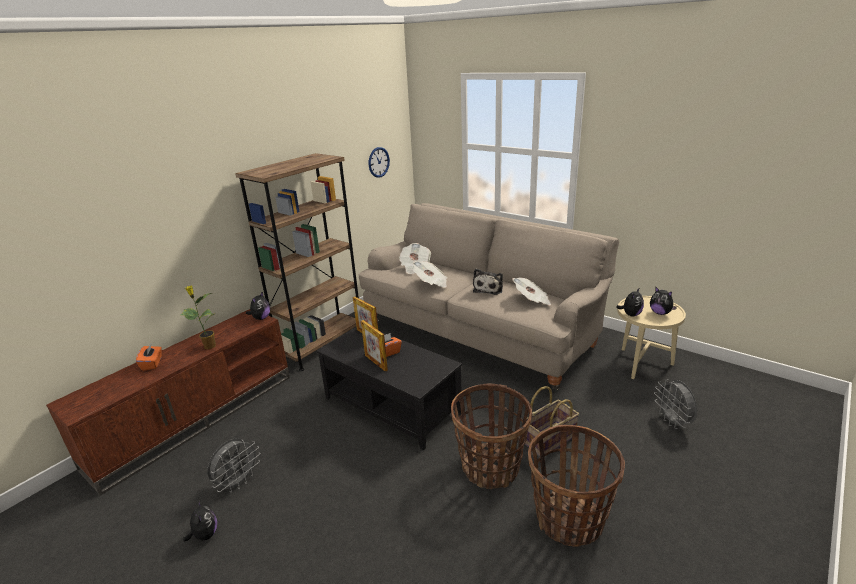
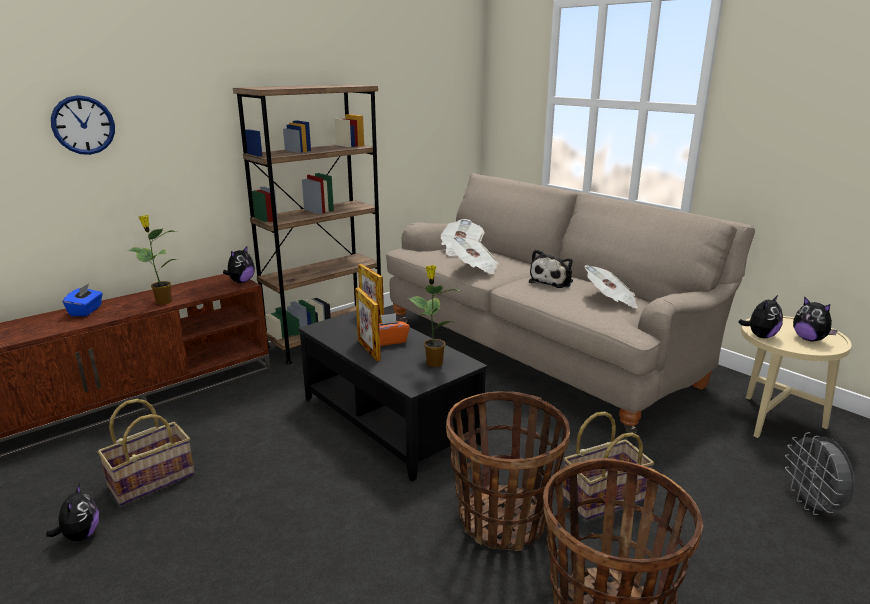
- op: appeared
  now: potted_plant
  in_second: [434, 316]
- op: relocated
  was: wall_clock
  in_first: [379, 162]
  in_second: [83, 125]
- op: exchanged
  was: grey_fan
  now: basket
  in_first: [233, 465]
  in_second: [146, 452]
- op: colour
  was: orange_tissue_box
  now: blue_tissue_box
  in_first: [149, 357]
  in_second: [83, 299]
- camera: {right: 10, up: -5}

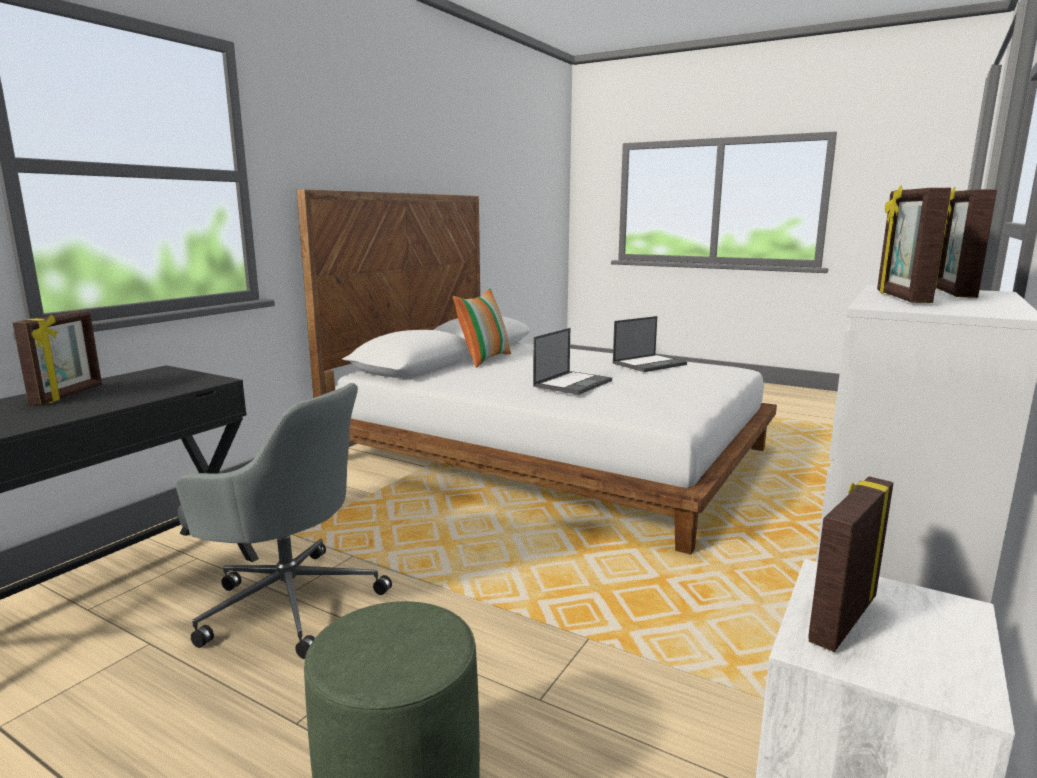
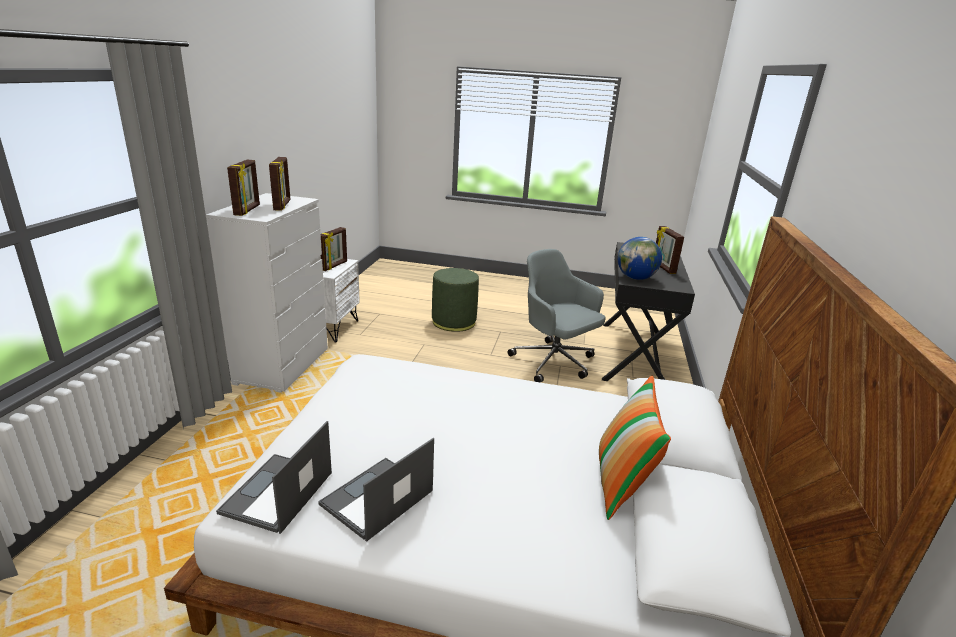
- op: appeared
  now: globe
  in_second: [640, 258]
- op: relocated
  was: laptop
  in_first: [572, 361]
  in_second: [274, 477]
- op: spun
  was: grey_office_chair
  in_first: [284, 521]
  in_second: [557, 315]
  clockwise: 45
- camera: {right: 160, up: 10}

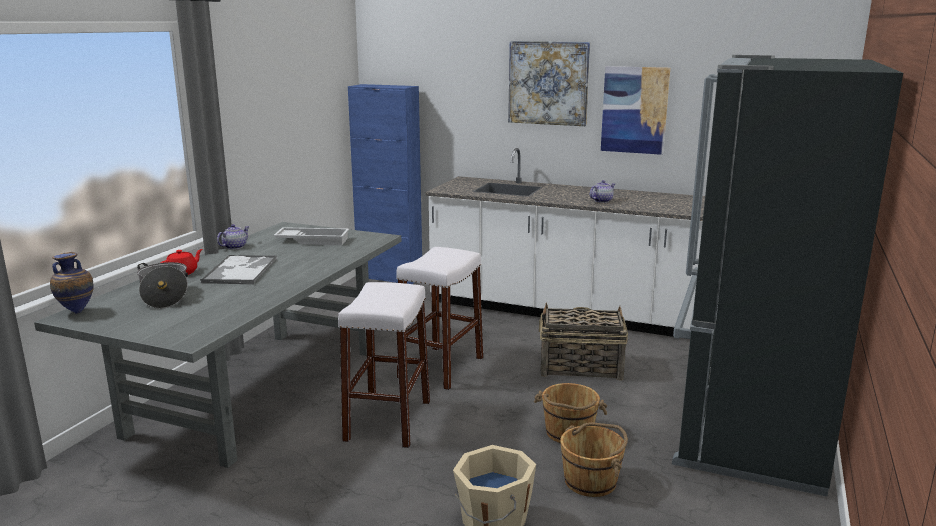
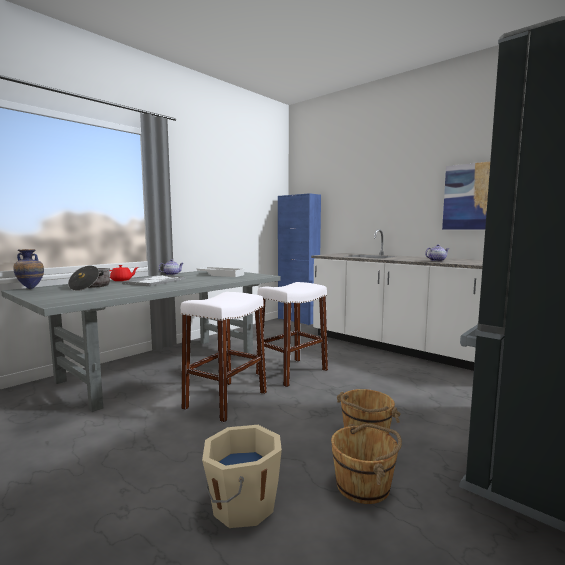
- op: missing
  was: picture
  in_first: [549, 83]
- op: missing
  was: basket
  in_first: [583, 342]
- camera: {right: 20, up: -10}

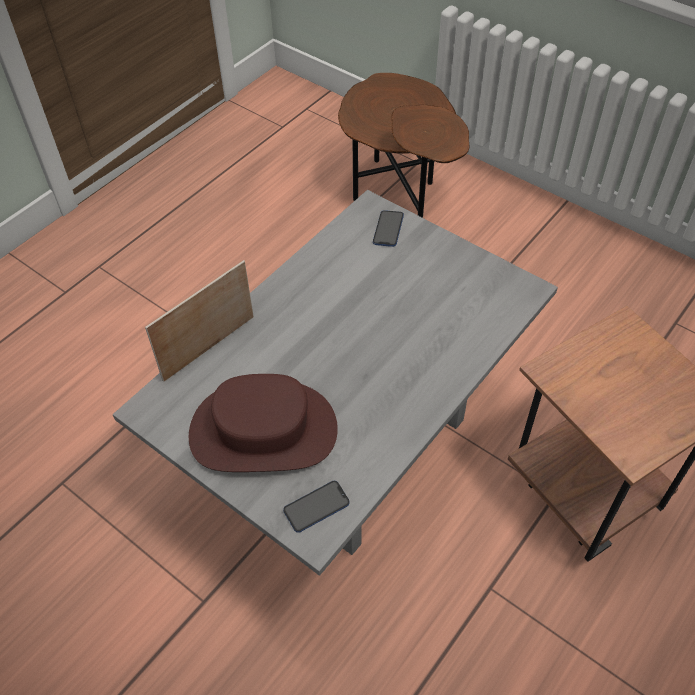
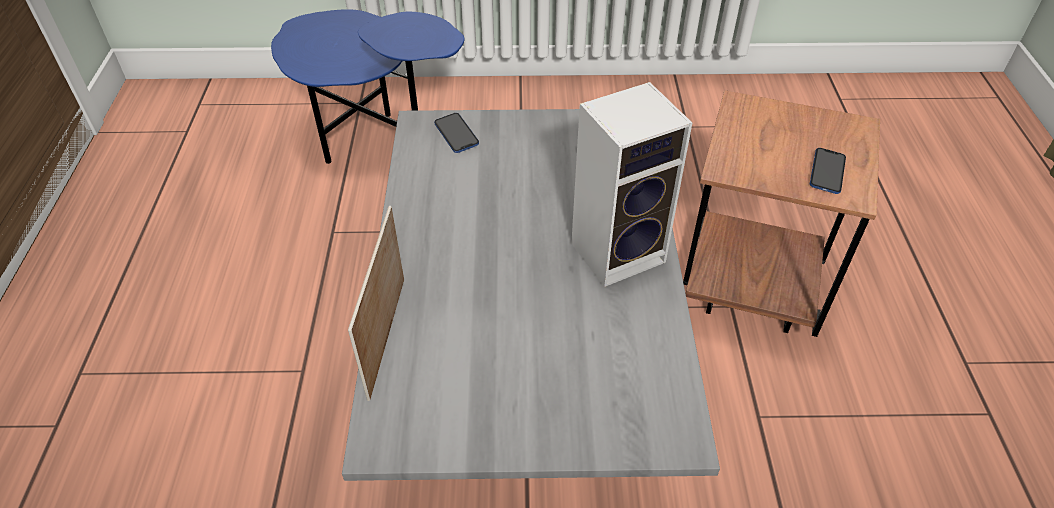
- op: missing
  was: brown_hat
  in_first: [263, 423]
- op: appeared
  now: speaker
  in_second: [631, 184]
- op: relocated
  was: phone
  in_first: [316, 507]
  in_second: [828, 171]
- op: colour
  was: brown_side_table
  now: blue_side_table
  in_first: [403, 145]
  in_second: [367, 87]
- camera: {right: -40, up: -5}

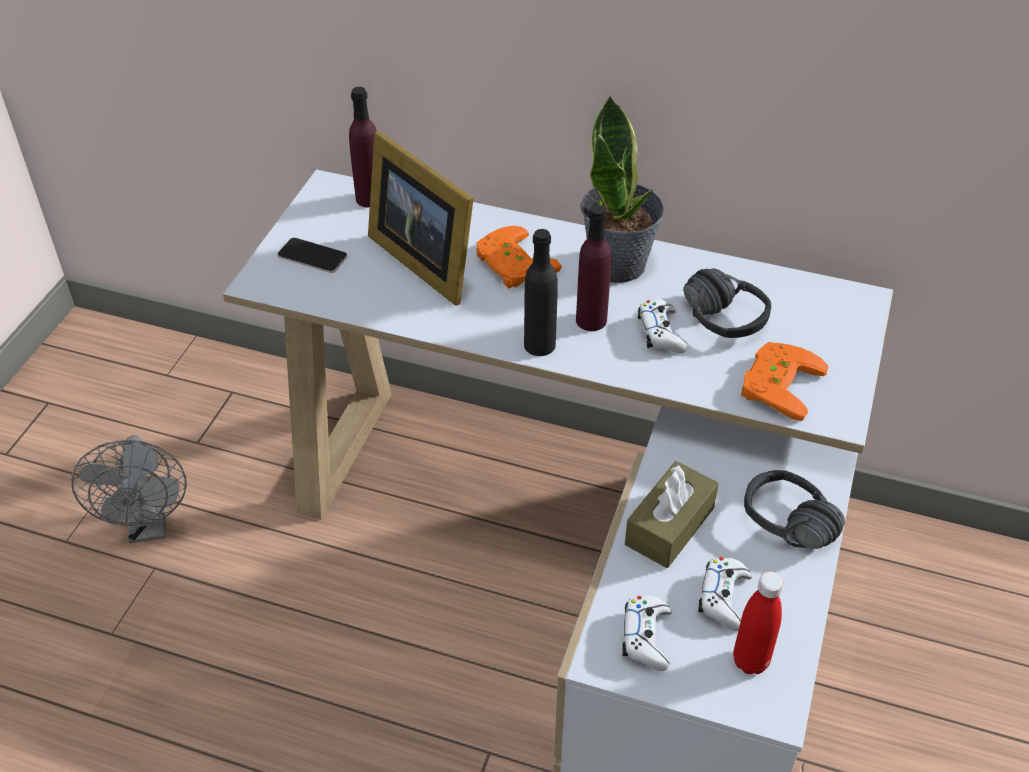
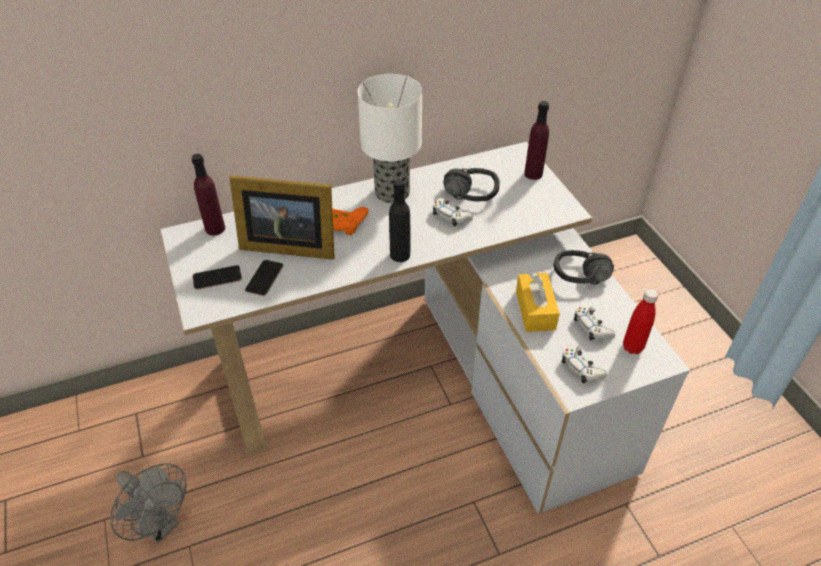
- op: missing
  was: orange_game_controller
  in_first: [784, 381]
- op: appeared
  now: phone
  in_second: [264, 278]
- op: relocated
  was: purple_bottle
  in_first: [593, 268]
  in_second: [536, 140]
- op: exchanged
  was: potted_plant
  now: table_lamp
  in_first: [622, 189]
  in_second: [390, 139]
- op: colour
  was: brown_tissue_box
  now: yellow_tissue_box
  in_first: [672, 514]
  in_second: [538, 302]
- camera: {right: -40, up: 0}

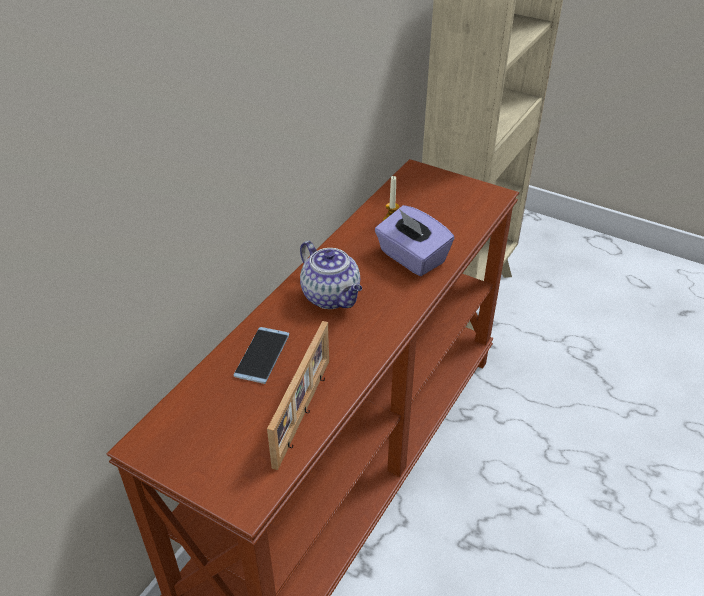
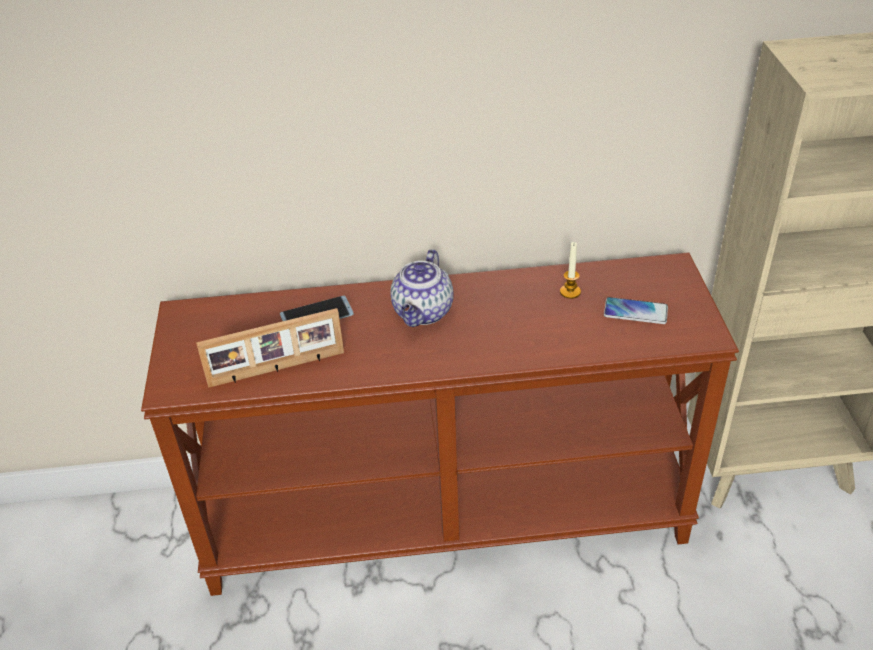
- op: missing
  was: purple_tissue_box
  in_first: [414, 240]
- op: appeared
  now: phone
  in_second: [636, 310]
- camera: {right: 55, up: 0}

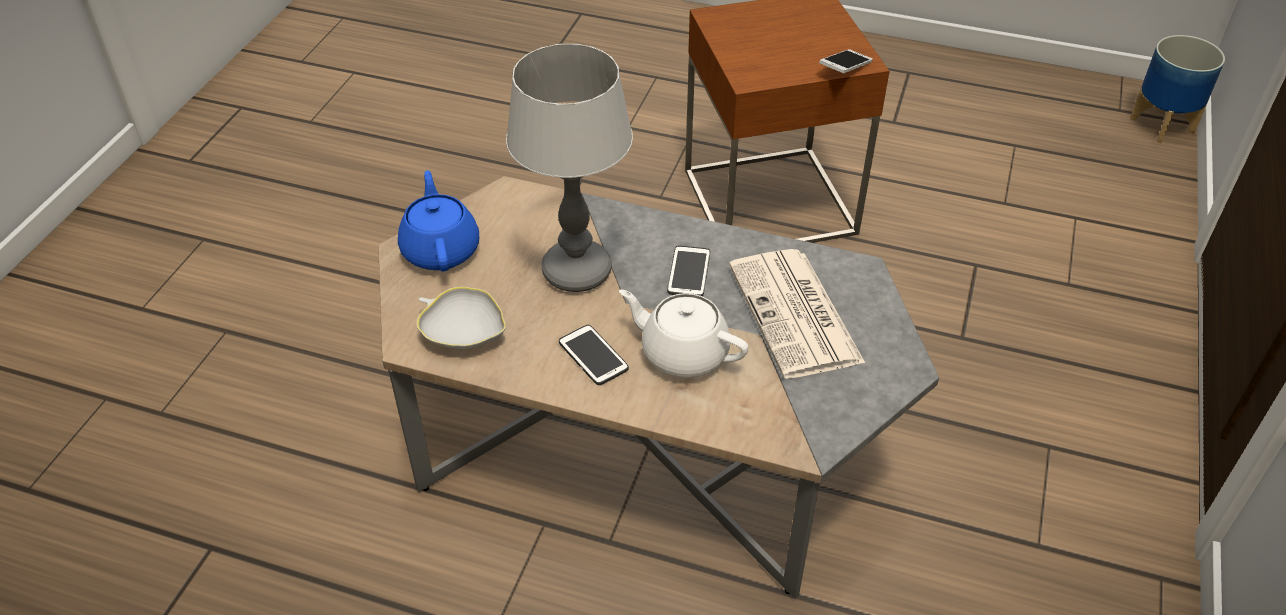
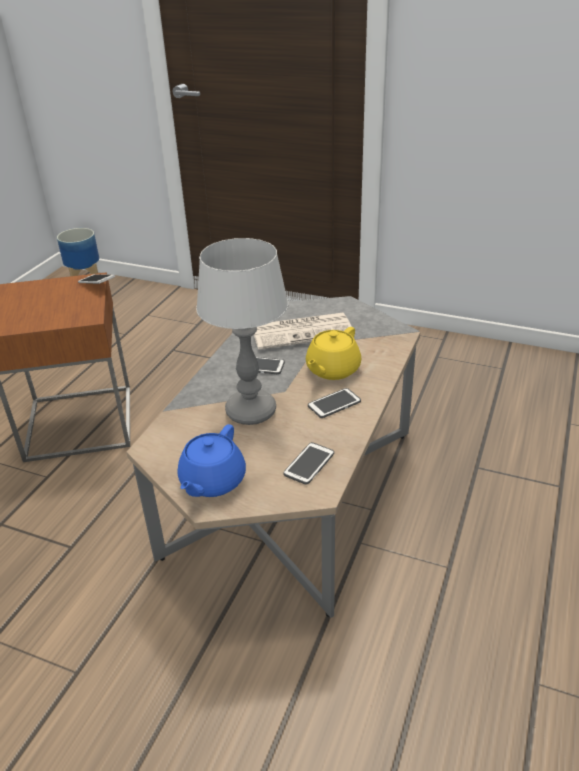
- op: exchanged
  was: white_bowl
  now: phone
  in_first: [461, 318]
  in_second: [308, 463]
- op: colour
  was: white_teapot
  now: yellow_teapot
  in_first: [684, 334]
  in_second: [333, 353]
- op: spun
  was: blue_teapot
  in_first: [438, 220]
  in_second: [211, 460]
  clockwise: -60
- camera: {right: -85, up: -10}

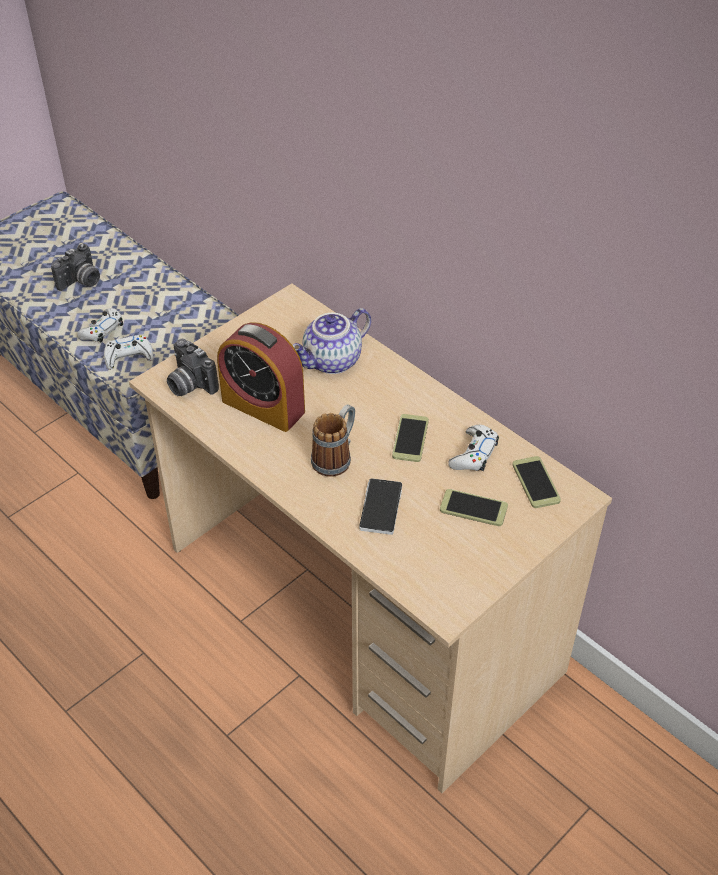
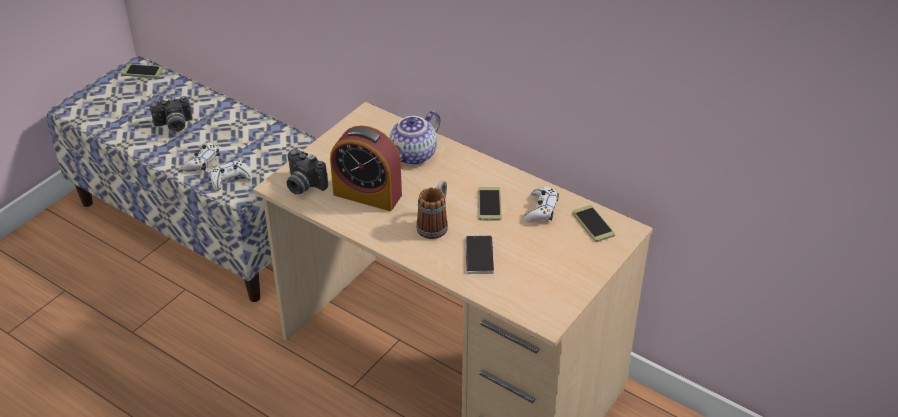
- op: relocated
  was: phone
  in_first: [474, 507]
  in_second: [143, 71]
- op: spun
  was: photo_camera
  in_first: [75, 267]
  in_second: [171, 114]
  clockwise: 45
- camera: {right: -10, up: -5}

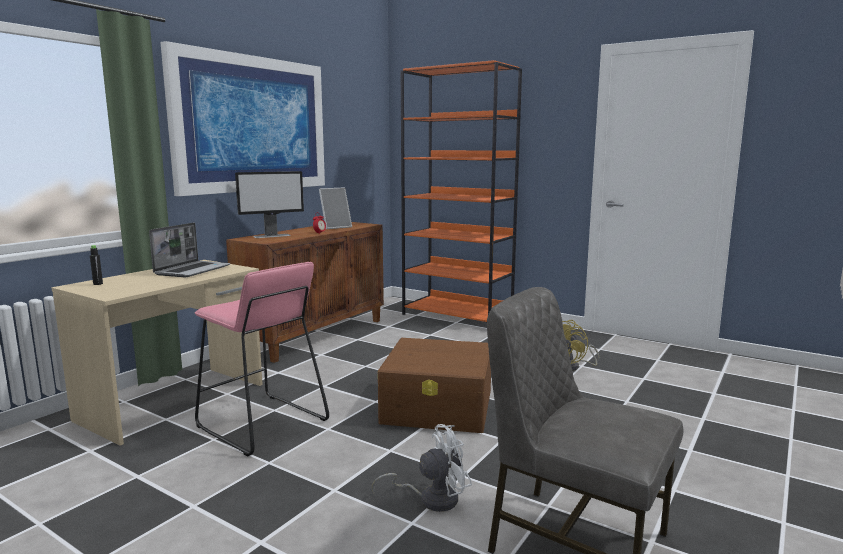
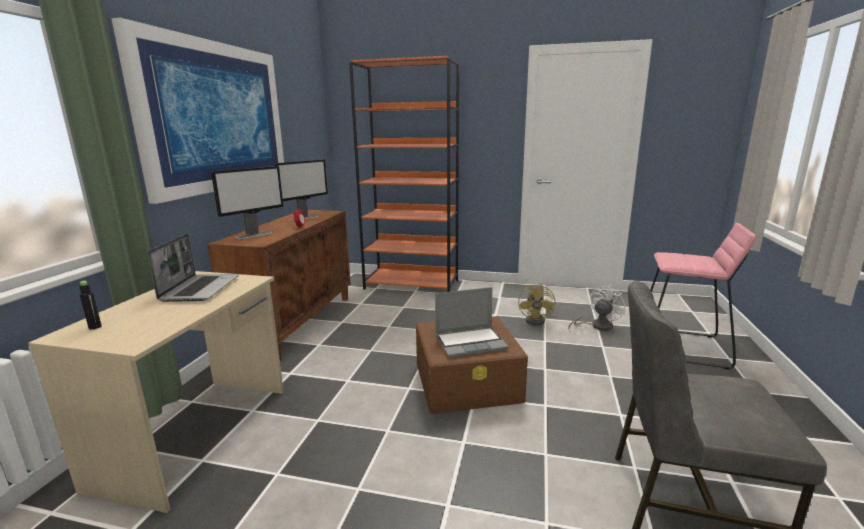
- op: appeared
  now: laptop
  in_second: [472, 322]
- op: relocated
  was: pink_stool
  in_first: [262, 359]
  in_second: [703, 296]
- op: relocated
  was: white_fan
  in_first: [422, 468]
  in_second: [596, 308]
- op: exchanged
  was: picture_frame
  now: monitor
  in_first: [335, 208]
  in_second: [301, 190]
- camera: {right: -20, up: 5}

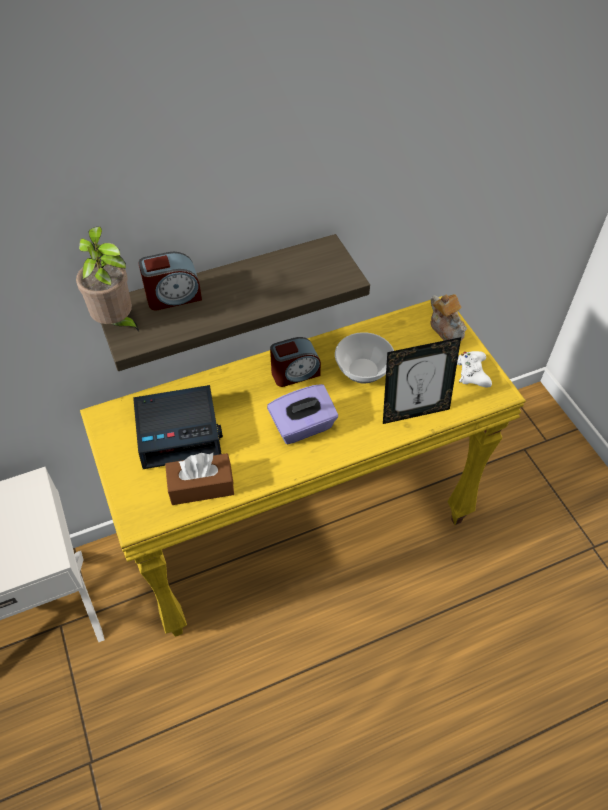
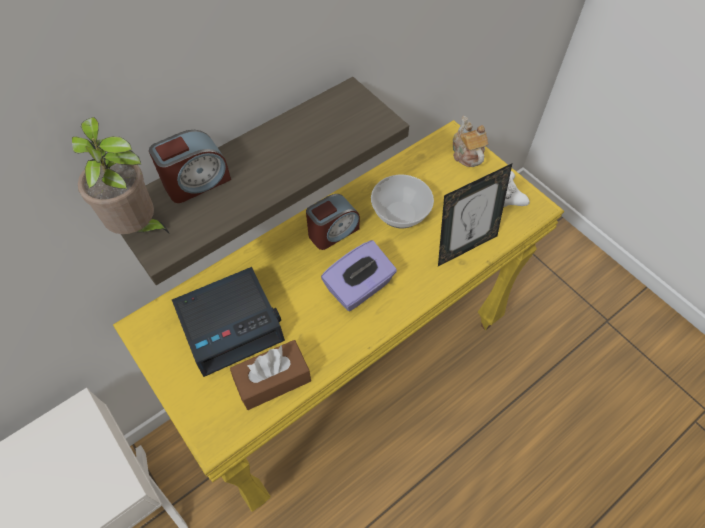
- op: spun
  was: teapot
  in_first: [448, 317]
  in_second: [471, 141]
  clockwise: -150
- camera: {right: -15, up: 5}

